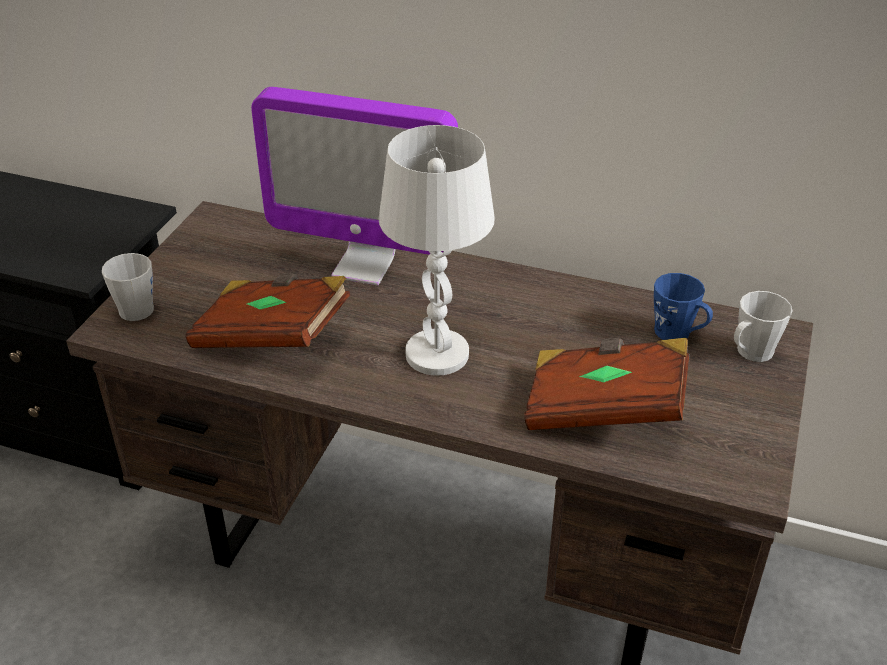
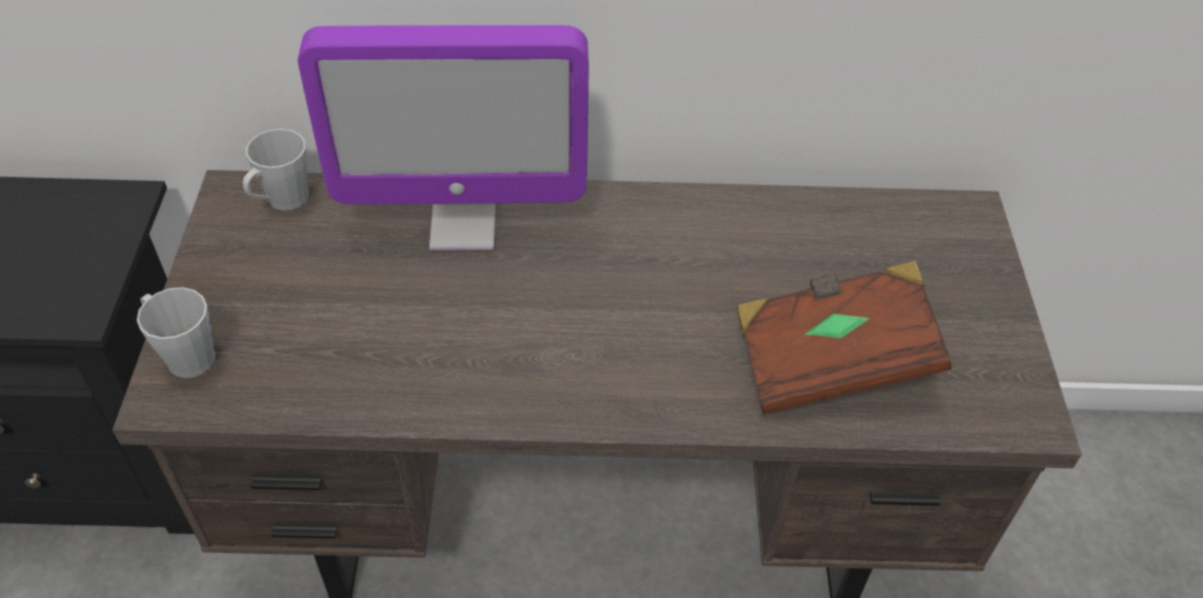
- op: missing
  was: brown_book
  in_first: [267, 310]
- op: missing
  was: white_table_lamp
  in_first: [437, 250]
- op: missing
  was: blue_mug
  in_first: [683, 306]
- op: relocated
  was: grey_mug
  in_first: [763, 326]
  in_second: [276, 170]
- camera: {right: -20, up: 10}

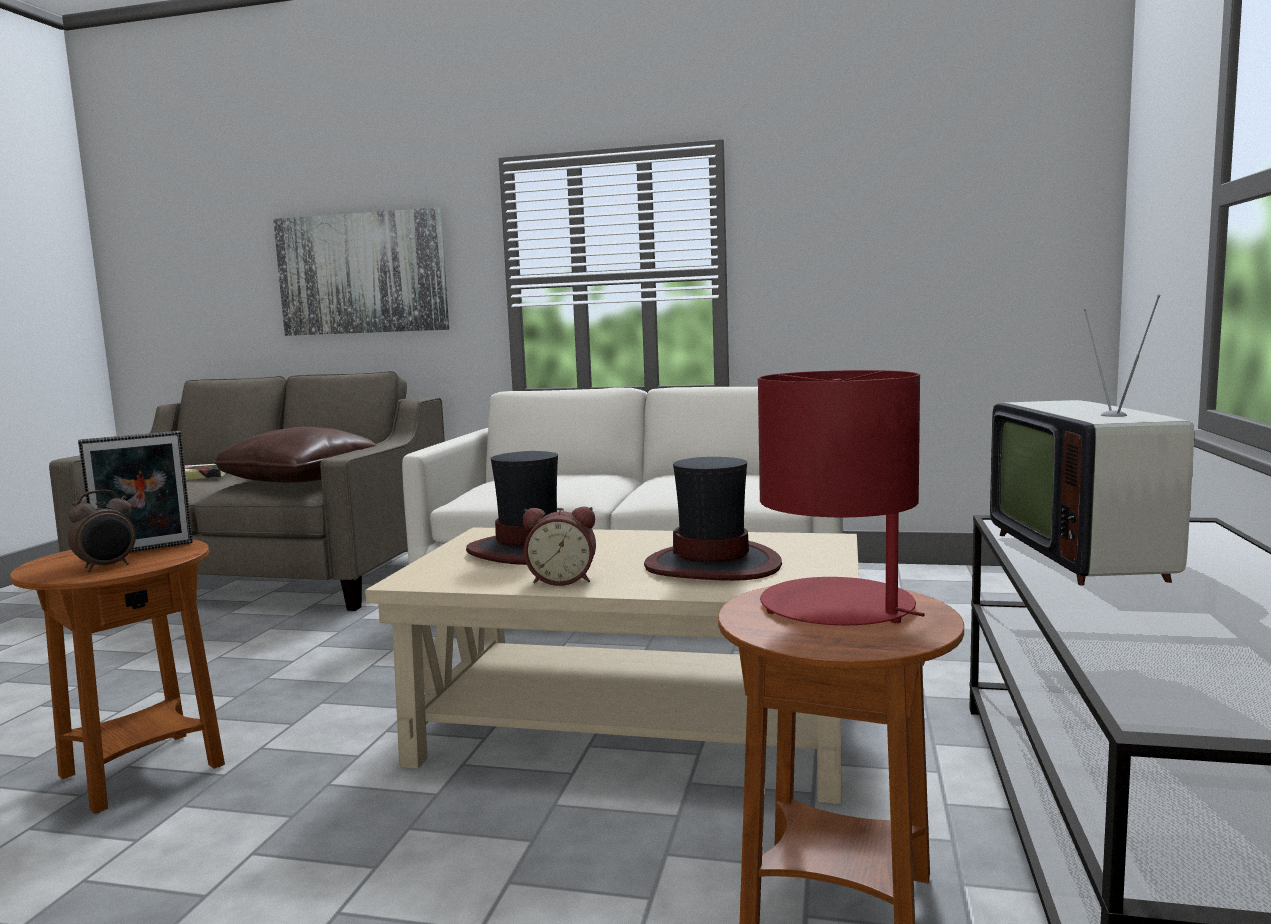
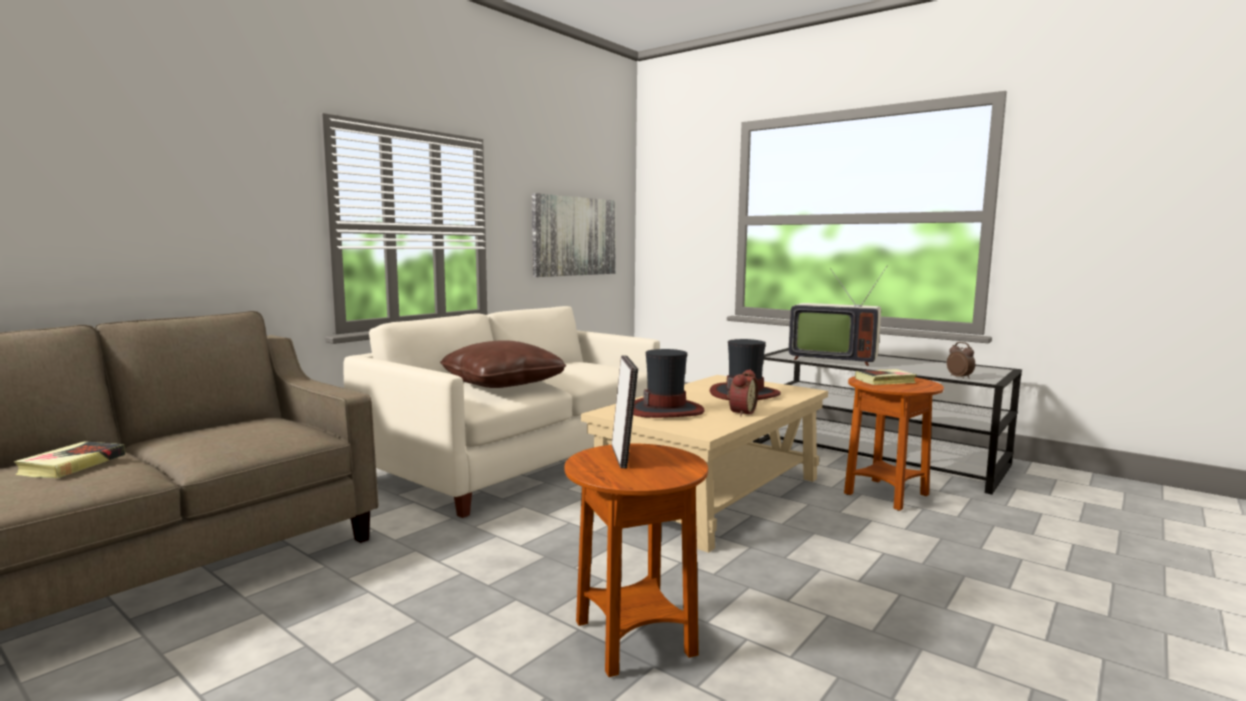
- op: relocated
  was: alarm_clock
  in_first: [102, 530]
  in_second: [961, 360]
- op: relocated
  was: brown_pillow
  in_first: [295, 455]
  in_second: [503, 364]
- op: relocated
  was: picture
  in_first: [361, 271]
  in_second: [574, 235]
- op: exchanged
  was: red_table_lamp
  now: book
  in_first: [841, 497]
  in_second: [886, 377]
- camera: {right: -65, up: 0}

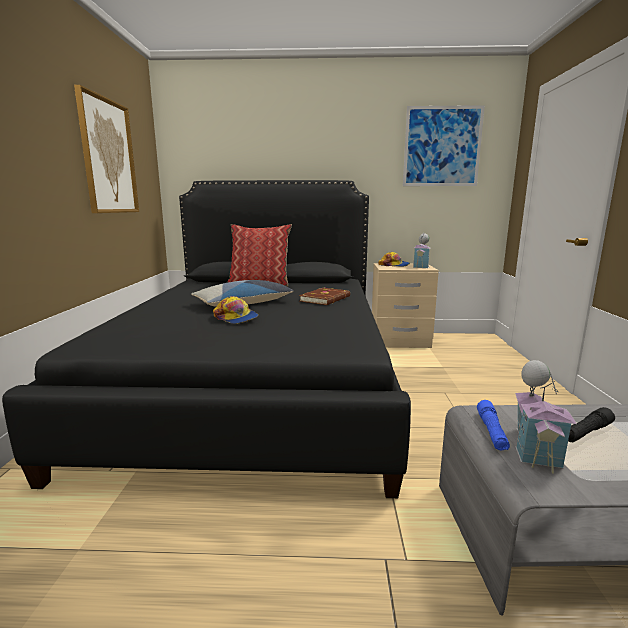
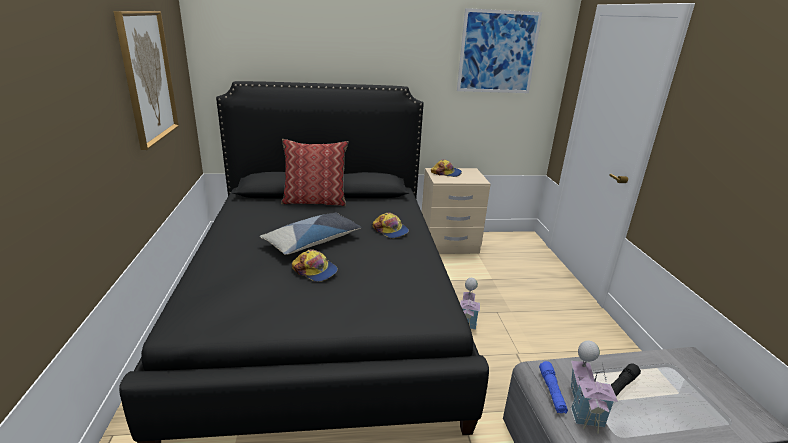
- op: relocated
  was: toy_house
  in_first: [421, 250]
  in_second: [470, 303]
- op: exchanged
  was: brown_book
  now: cap
  in_first: [324, 296]
  in_second: [391, 225]
- camera: {right: -10, up: 10}

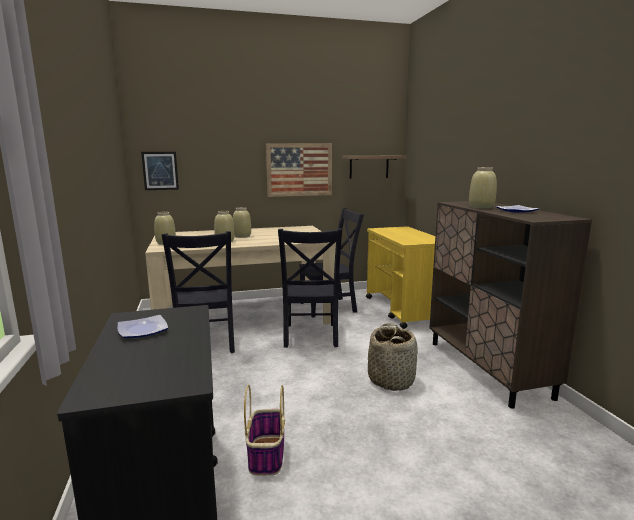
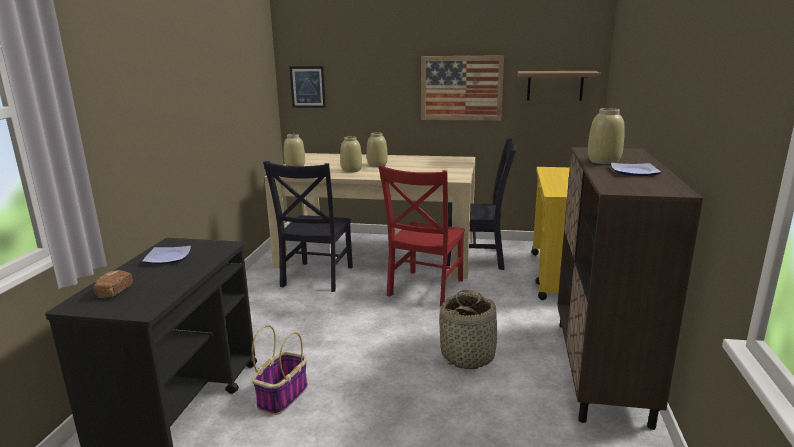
- op: appeared
  now: bread
  in_second: [113, 284]
- op: colour
  was: black_chair
  now: red_chair
  in_first: [310, 288]
  in_second: [421, 235]
- camera: {right: 25, up: 5}

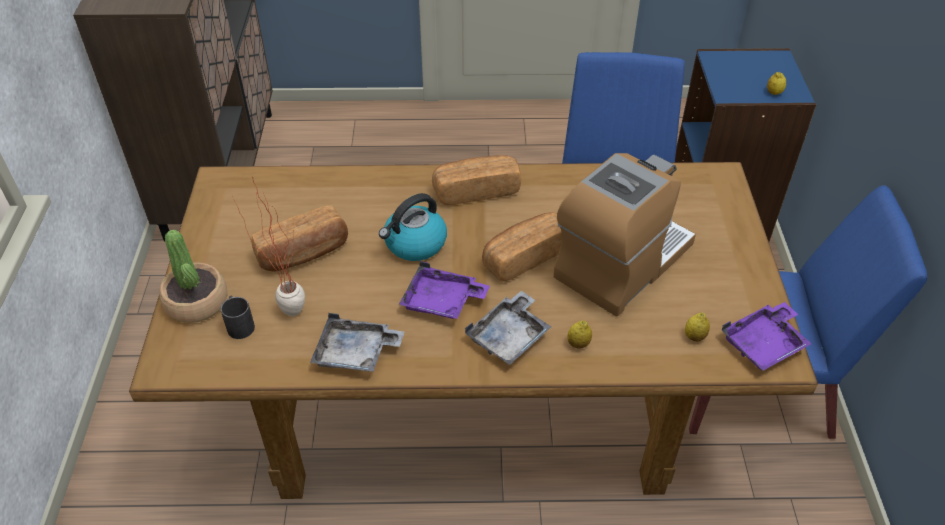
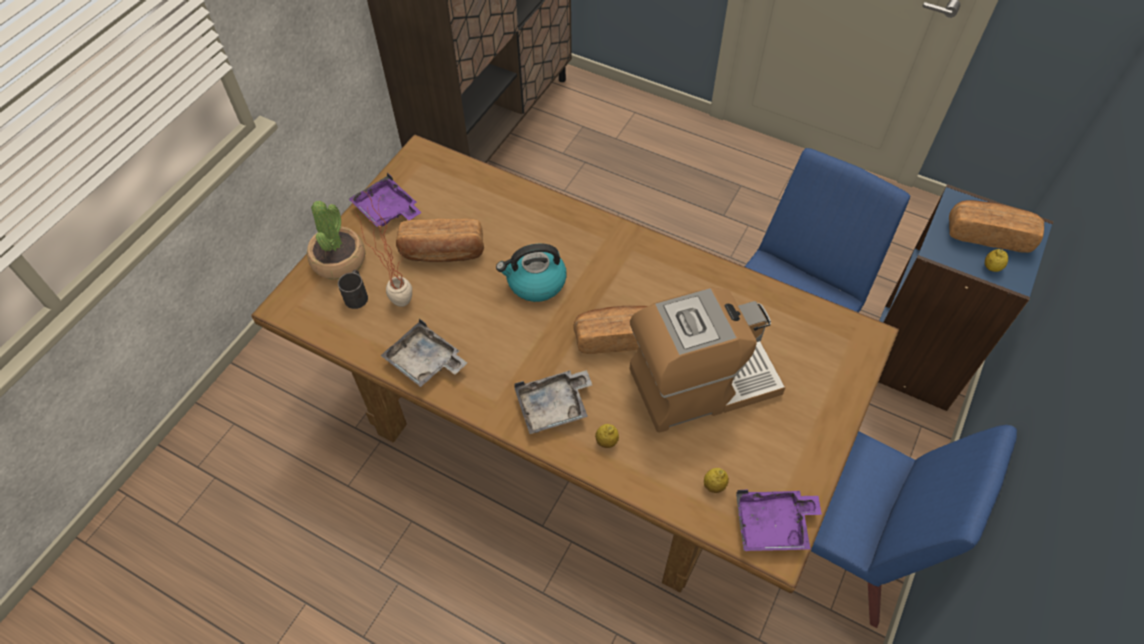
- op: relocated
  was: purple_tray
  in_first: [444, 290]
  in_second: [385, 200]
- op: relocated
  was: bread
  in_first: [476, 180]
  in_second: [996, 226]
- camera: {right: 30, up: 10}

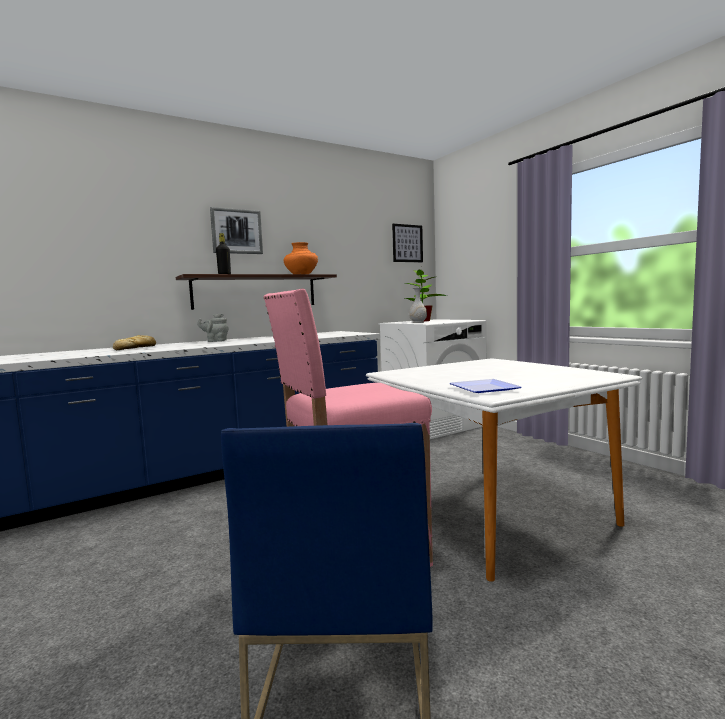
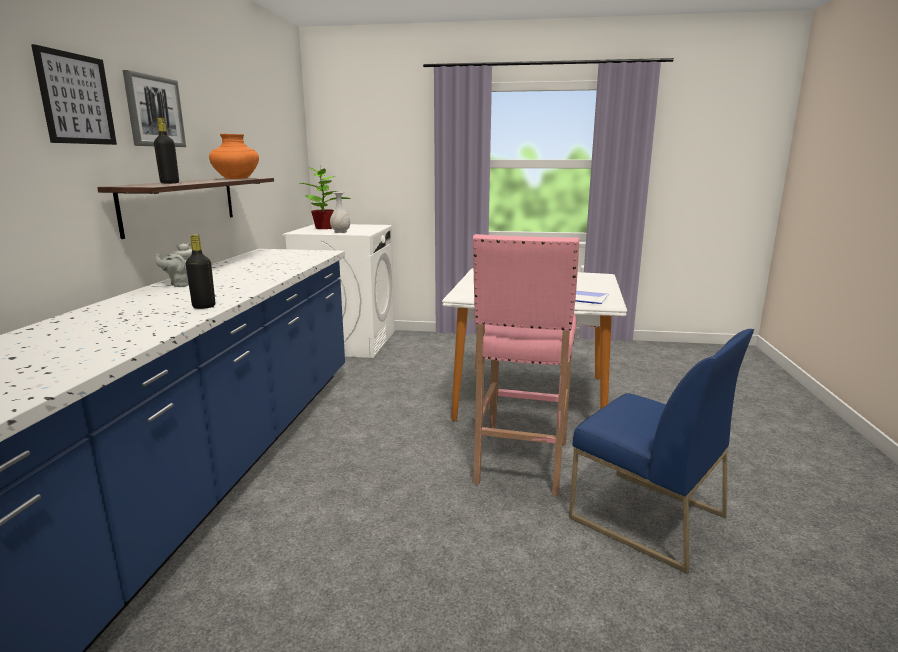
- op: missing
  was: bread
  in_first: [134, 342]
- op: appeared
  now: black_bottle
  in_second: [200, 271]
- op: relocated
  was: picture
  in_first: [407, 243]
  in_second: [74, 94]
- camera: {right: -50, up: 10}

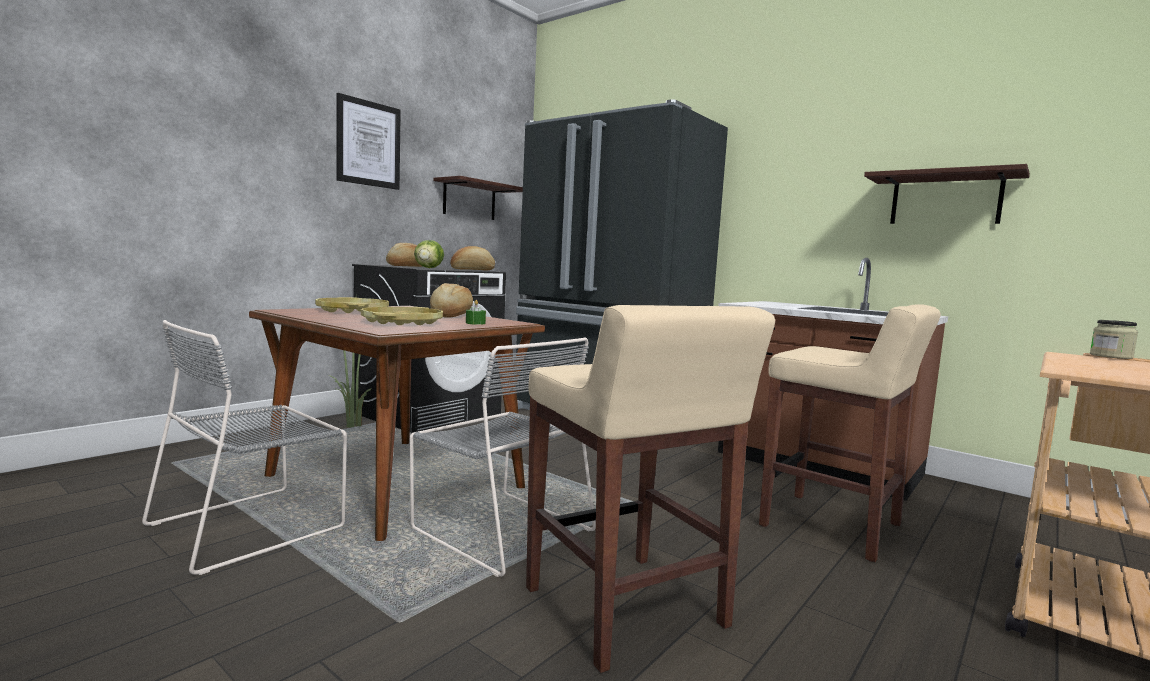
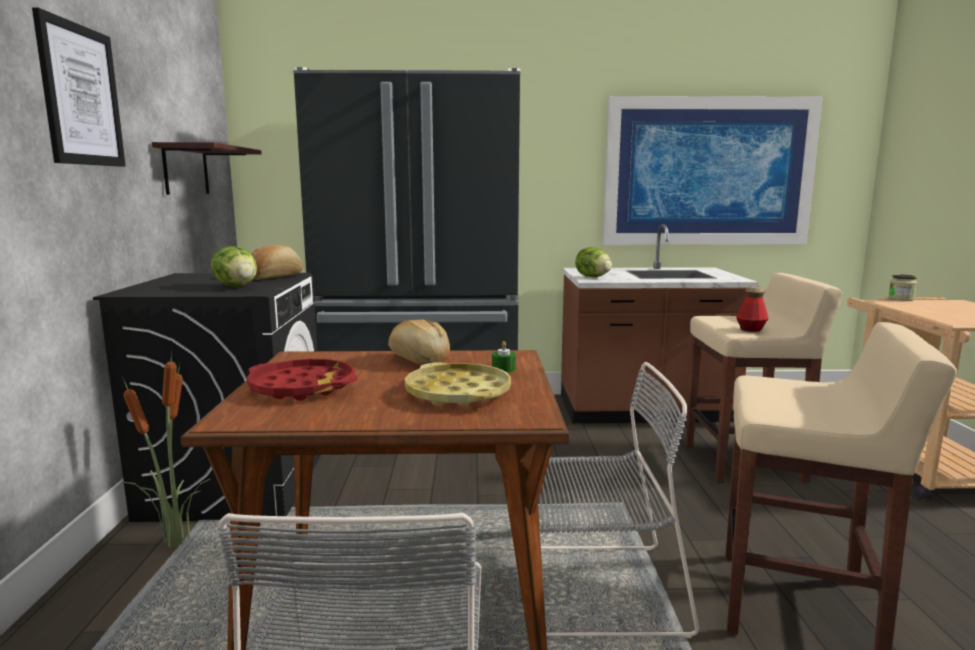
- op: missing
  was: bread
  in_first: [404, 255]
- op: appeared
  now: lettuce
  in_second: [593, 262]
- op: appeared
  now: bottle
  in_second: [752, 309]
- op: exchanged
  was: shelf
  now: picture
  in_first: [947, 194]
  in_second: [713, 170]
- op: colour
  was: yellow_tray
  now: red_tray
  in_first: [352, 305]
  in_second: [302, 380]
- camera: {right: -40, up: 5}

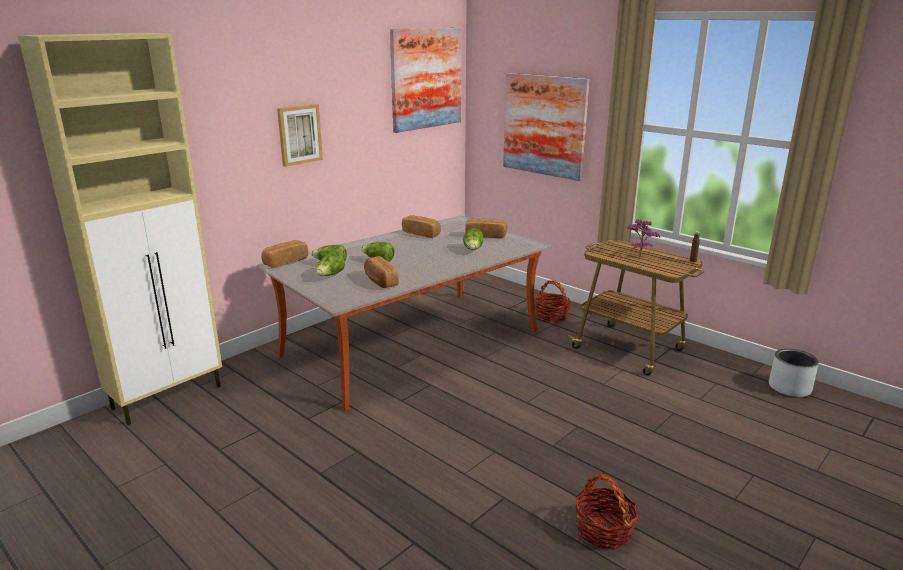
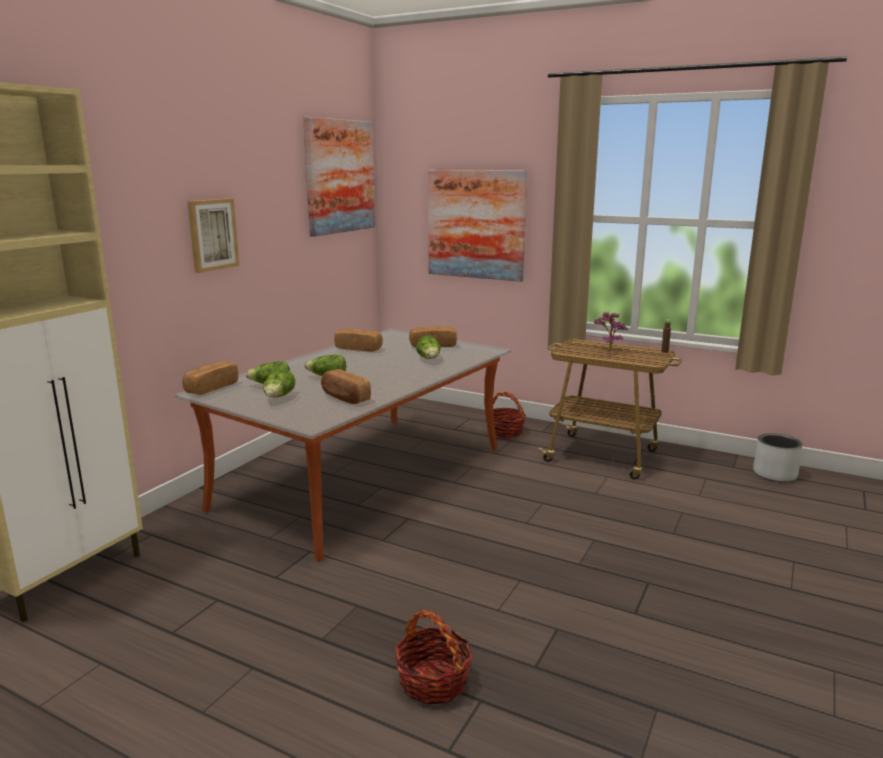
- op: relocated
  was: basket
  in_first: [607, 511]
  in_second: [433, 657]
- camera: {right: -15, up: -5}

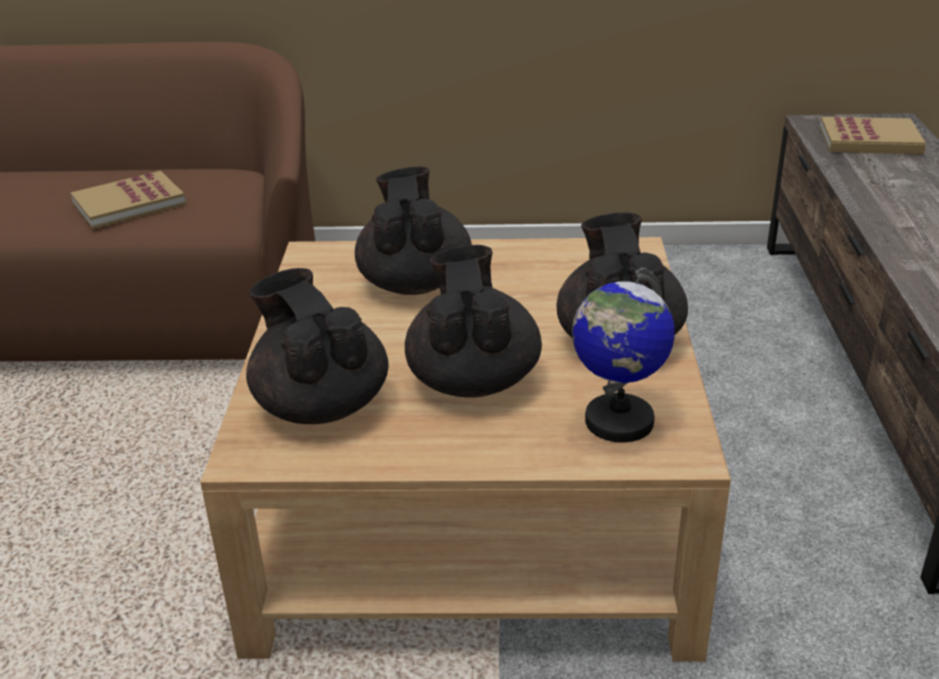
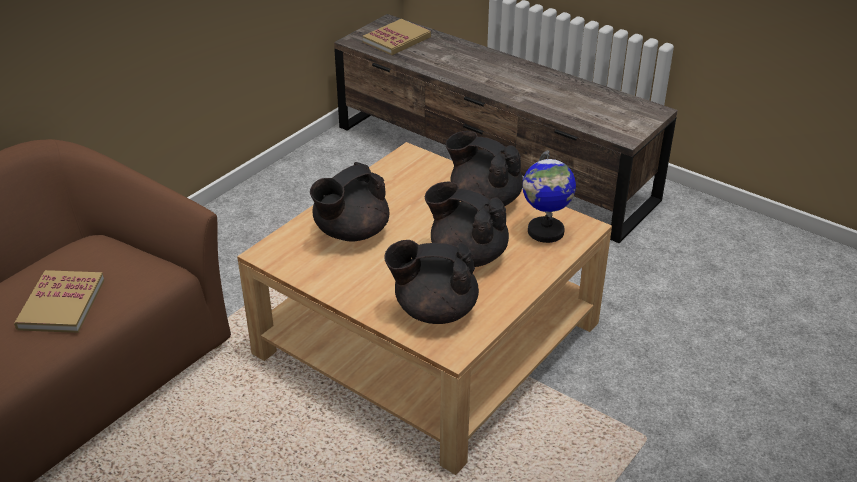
- op: spun
  was: black_teapot
  in_first: [413, 230]
  in_second: [349, 202]
  clockwise: -75
- camera: {right: -55, up: 5}

